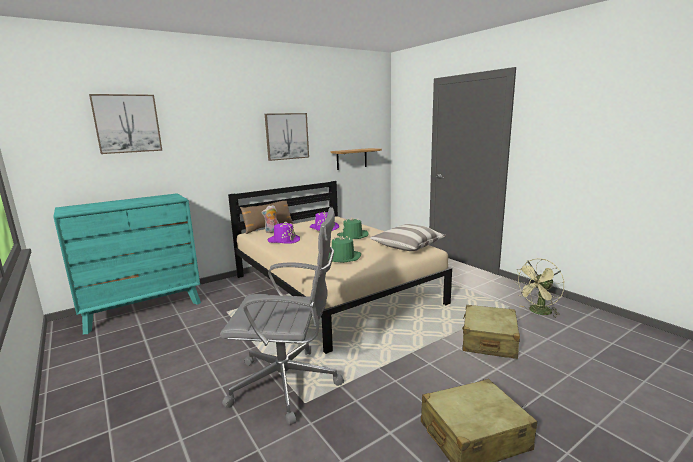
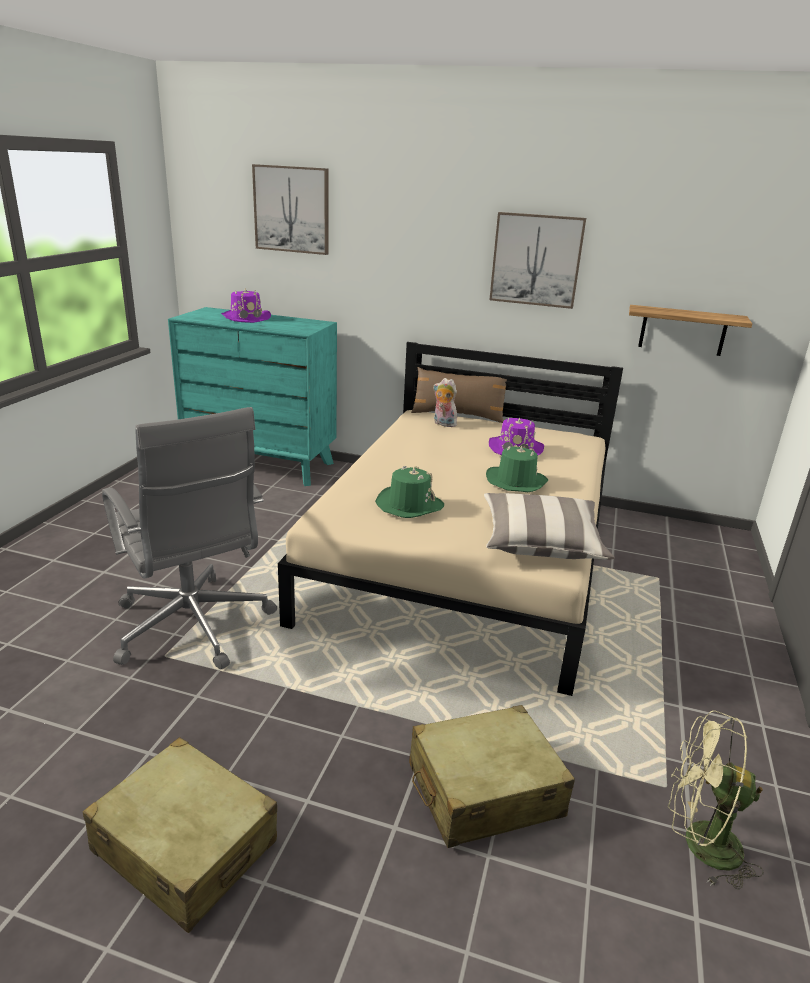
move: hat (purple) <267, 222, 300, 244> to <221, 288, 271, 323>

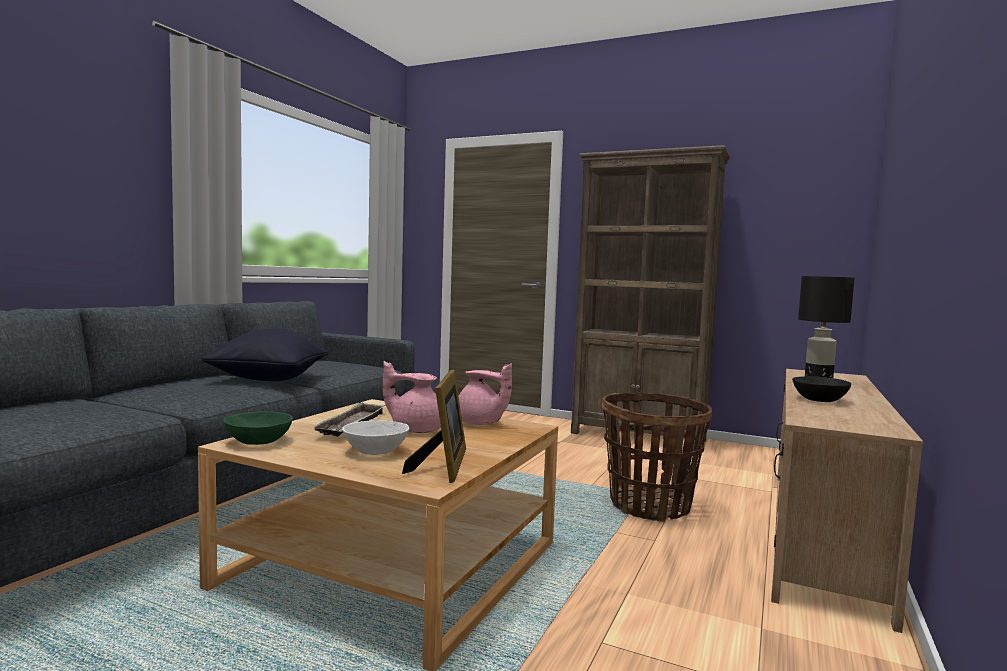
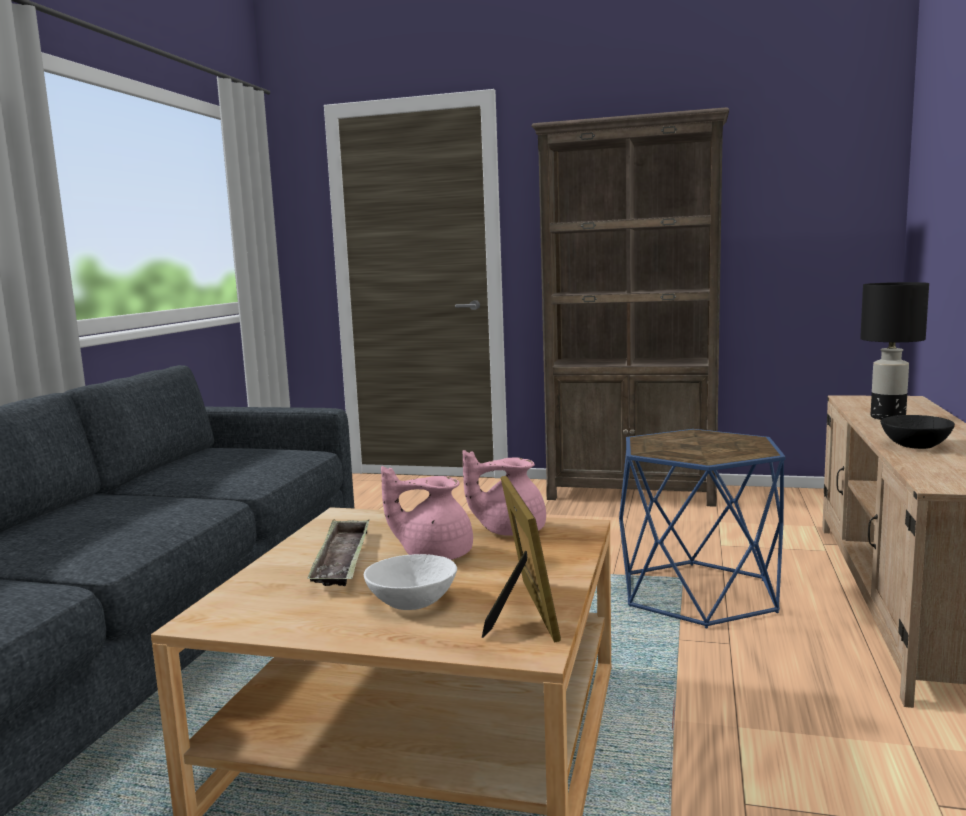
delete: pillow (black) <201, 329, 329, 381>; bowl (green) <223, 411, 293, 445>
replace: basket <602, 393, 712, 522> to side table (blue) <619, 429, 785, 628>
rotate: teapot (pink) <458, 363, 512, 425> = <462, 450, 546, 536> 150 degrees clockwise

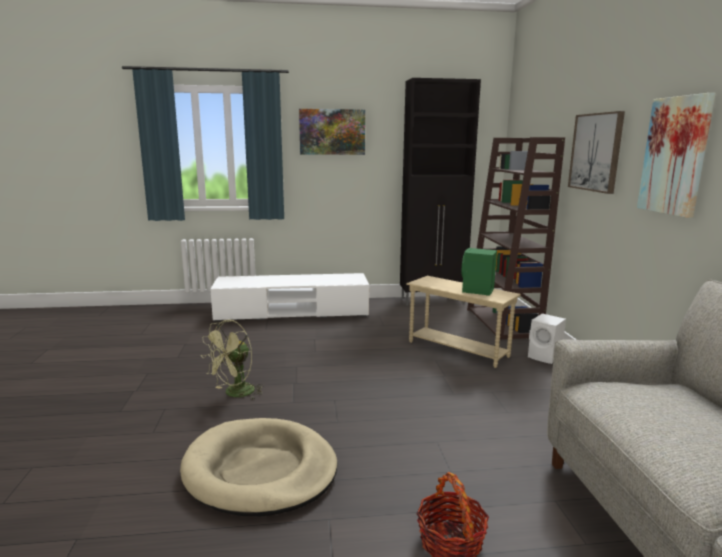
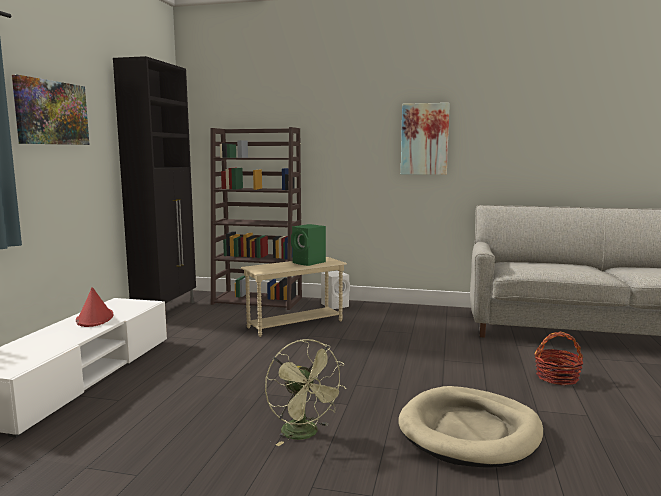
delete: picture <568, 111, 625, 194>
insert: hat (red) <76, 287, 113, 327>

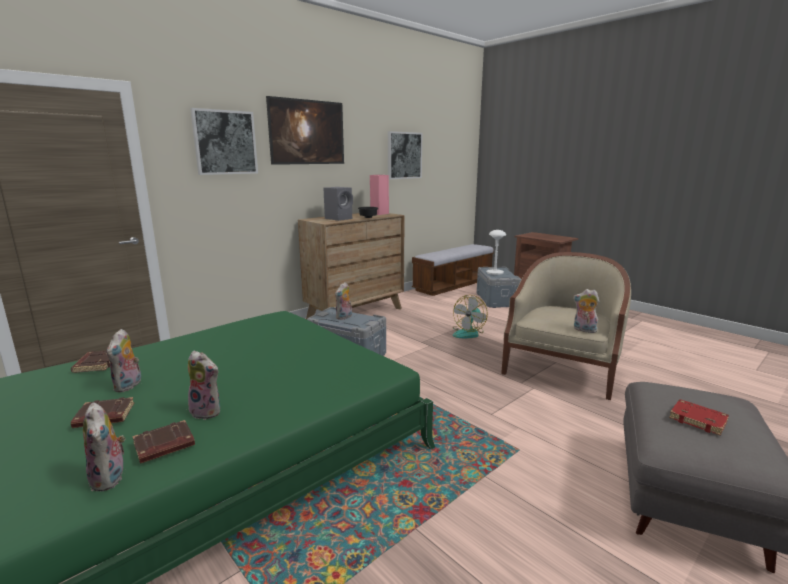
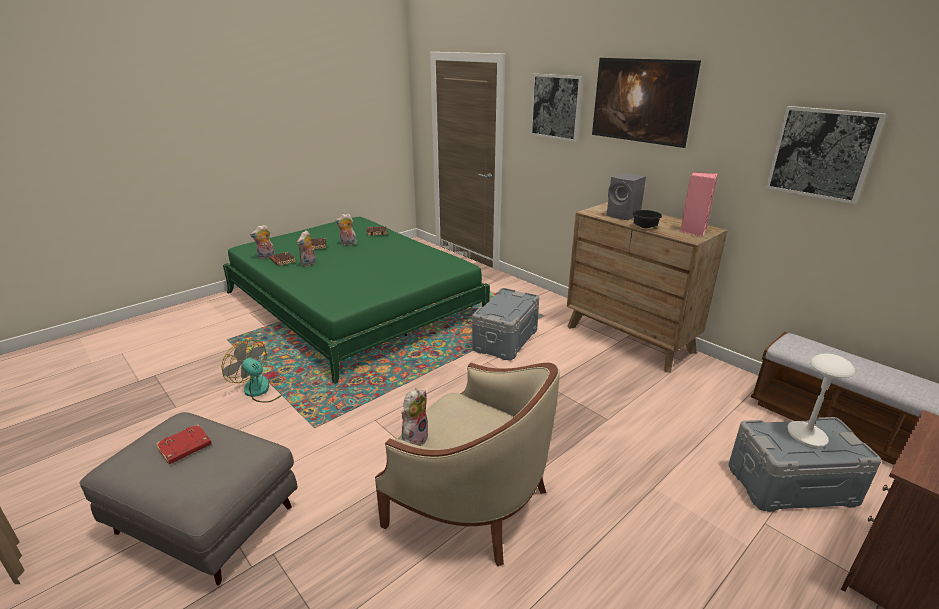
delete: plush toy <335, 282, 352, 320>
move: fan <453, 295, 488, 338> to <221, 340, 282, 403>

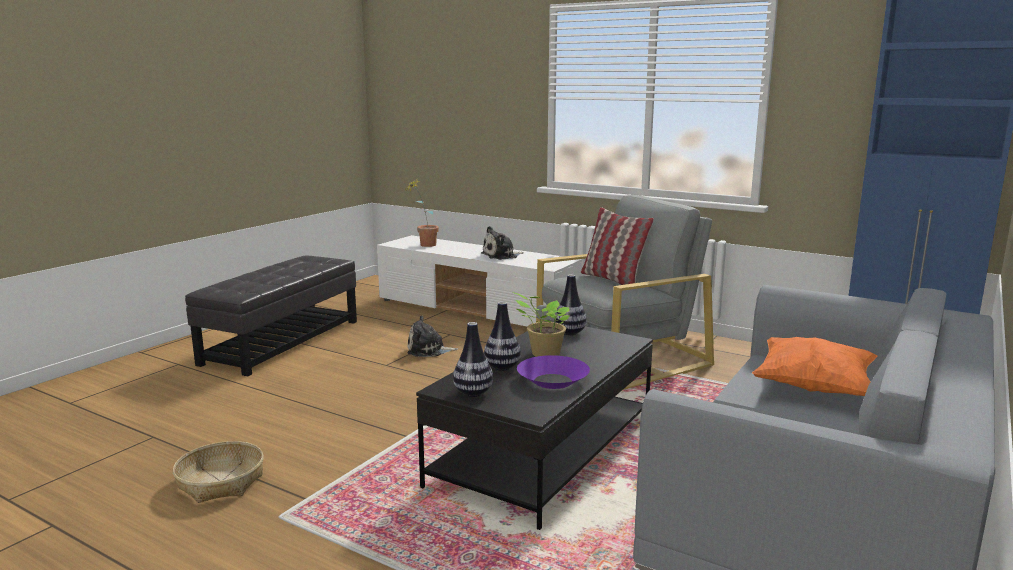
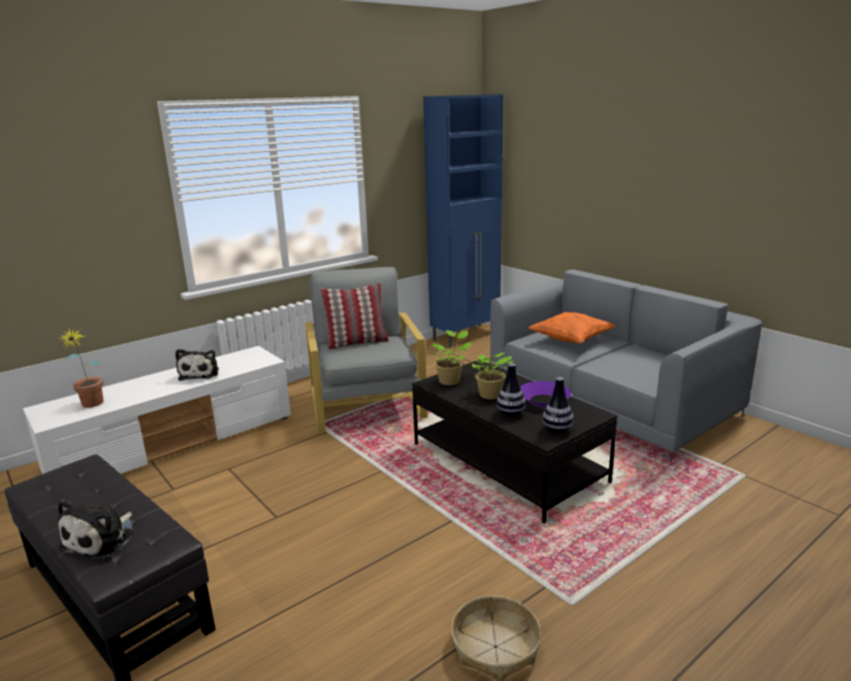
move: plush toy <407, 315, 458, 357> to <58, 500, 134, 561>
replace: vase <554, 274, 587, 335> to potted plant <429, 330, 472, 385>

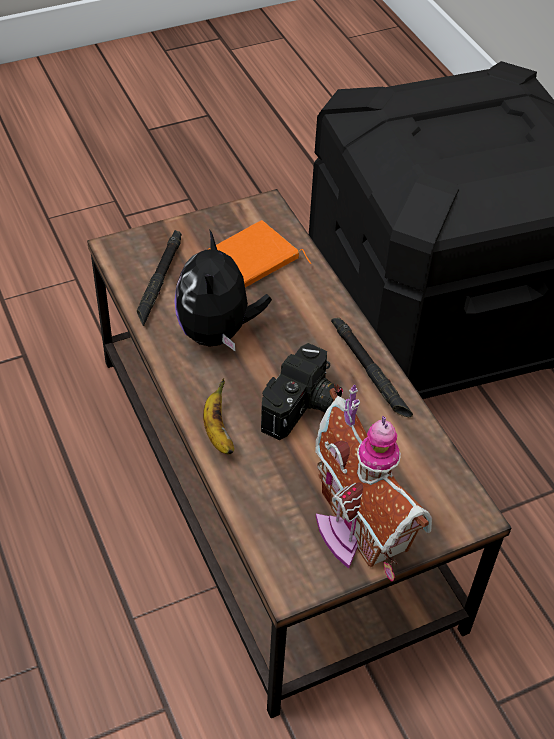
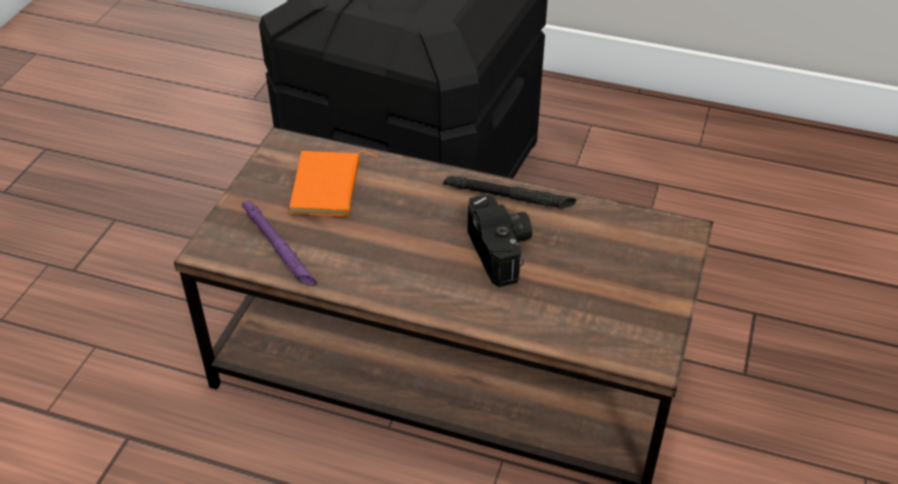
delete: plush toy <174, 229, 272, 352>; banana <203, 378, 234, 454>; toy house <315, 384, 432, 581>
recolor: flashlight (black) <137, 230, 182, 326> to flashlight (purple) <242, 201, 317, 286>

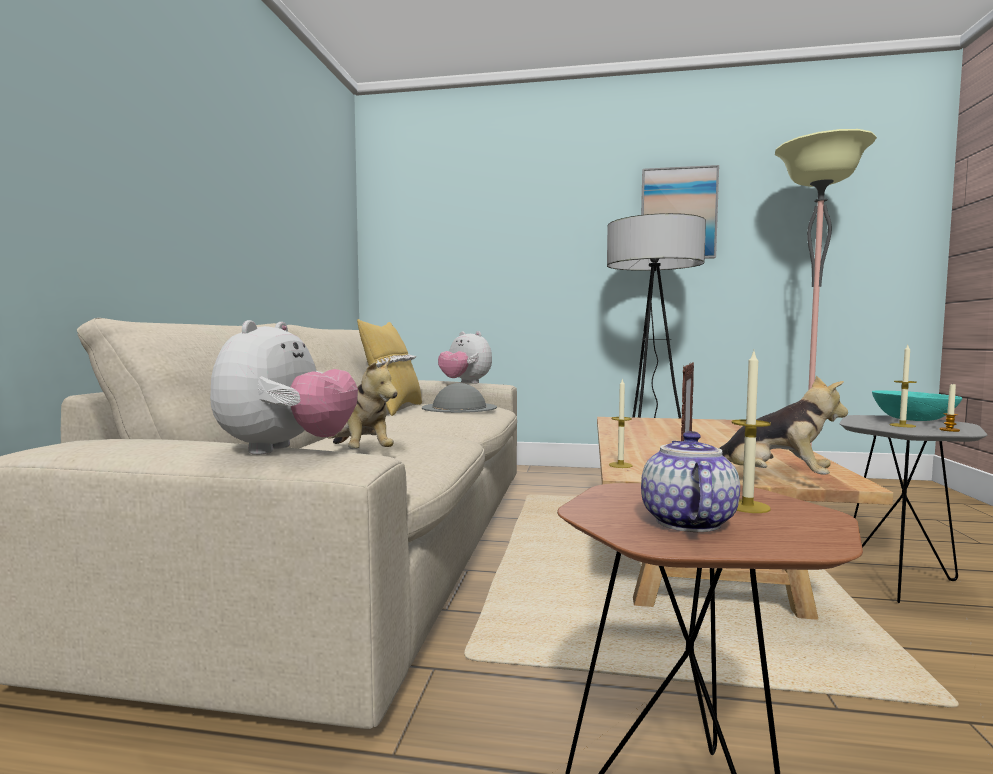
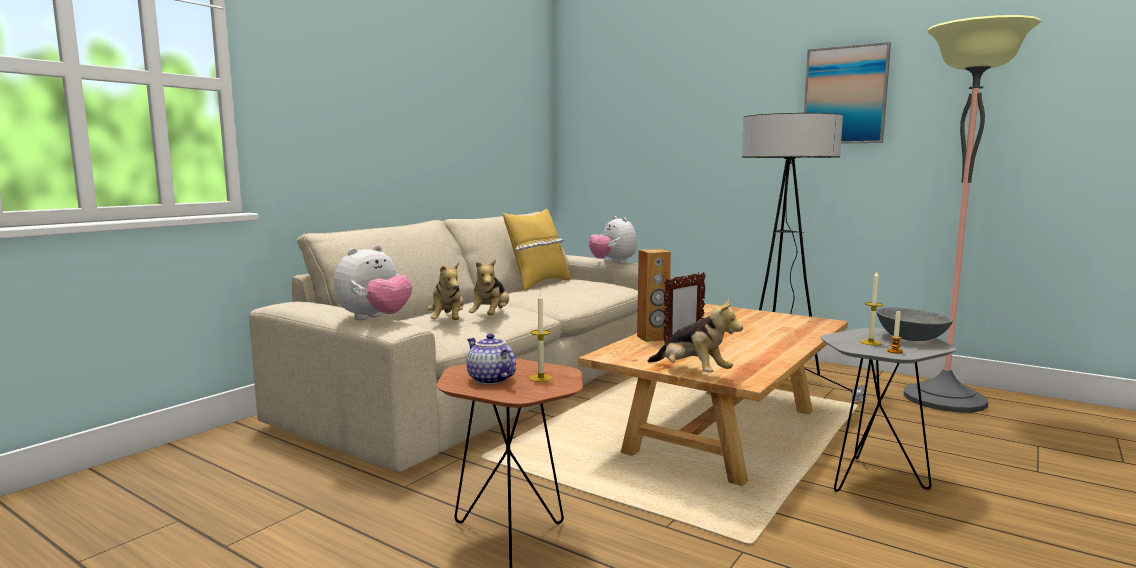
delete: candle <609, 378, 633, 468>; hat (grey) <422, 383, 497, 413>
insert: speaker (brown) <637, 249, 671, 342>; plush toy <469, 259, 509, 315>
recolor: bowl (turquoise) <872, 390, 962, 421> to bowl (grey) <876, 307, 953, 341>
rotate: teapot <641, 431, 740, 532> = <466, 333, 516, 385> 75 degrees counterclockwise

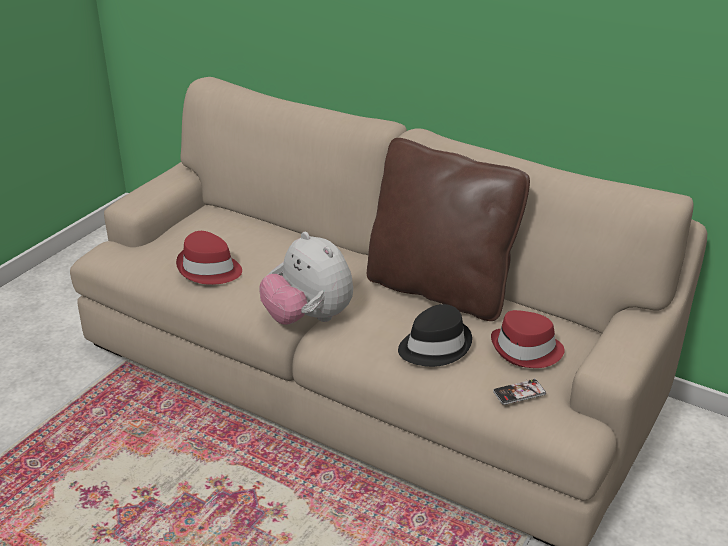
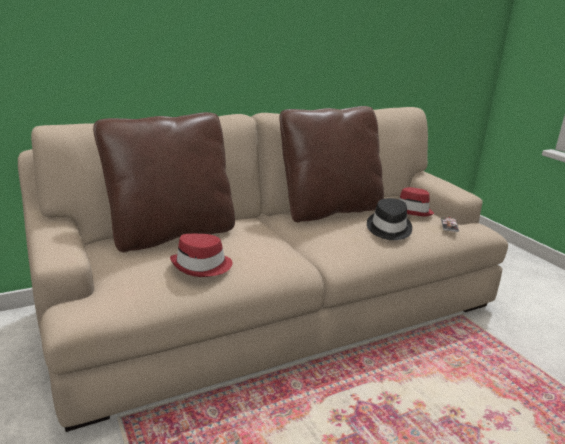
delete: plush toy <260, 232, 353, 325>
insert: pillow (brown) <93, 112, 235, 252>

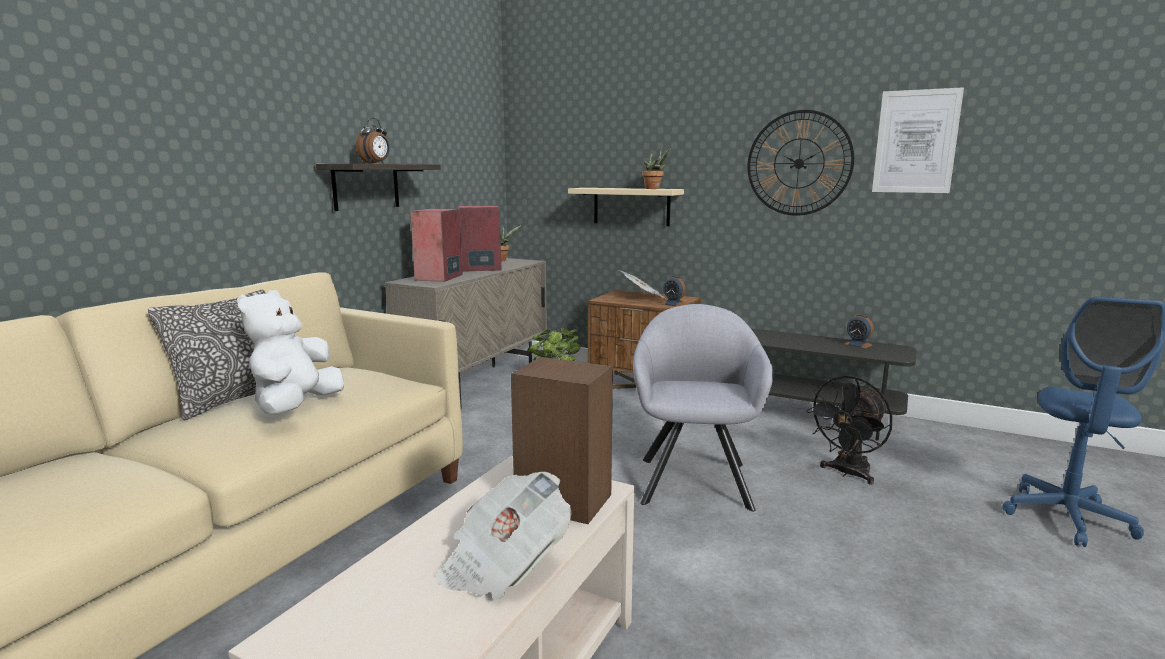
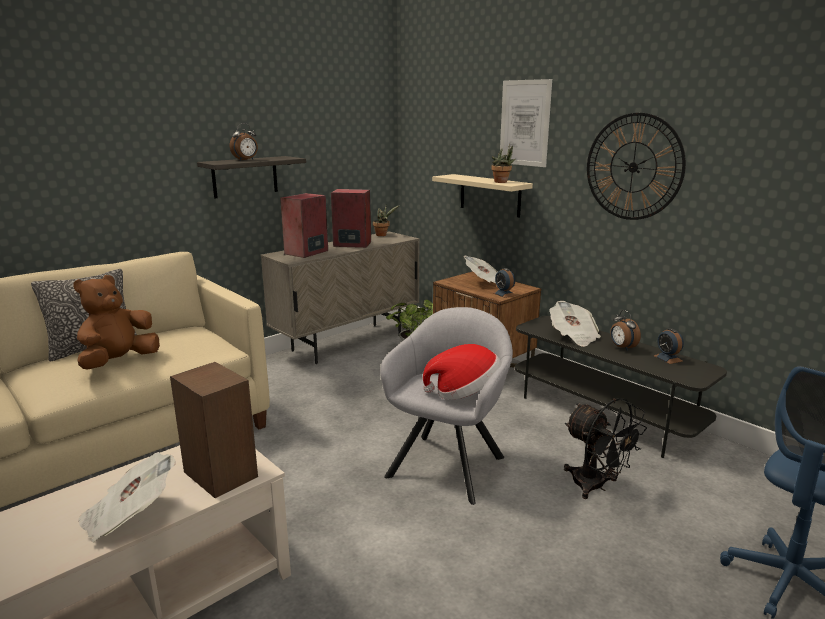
insert: newspaper <549, 301, 601, 347>; alarm clock <610, 310, 641, 350>; hat <423, 344, 501, 400>
move: picture <872, 87, 964, 193> to <500, 79, 552, 167>
recolor: plush toy (white) <237, 290, 344, 415> to plush toy (brown) <73, 275, 160, 370>
rotate: fan (black) <806, 376, 892, 485> = <564, 398, 647, 499> 105 degrees counterclockwise

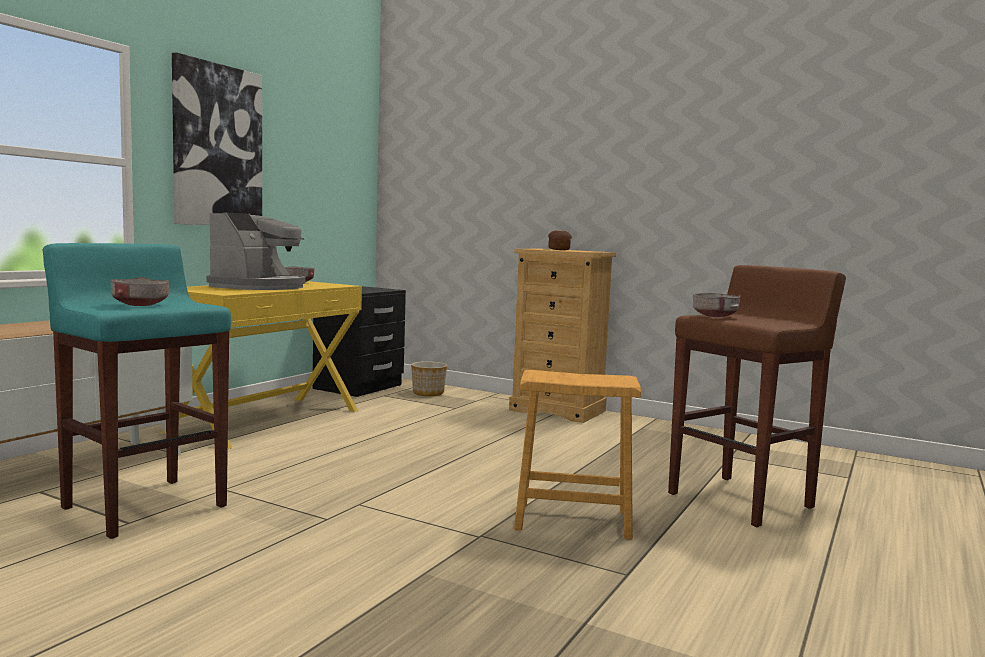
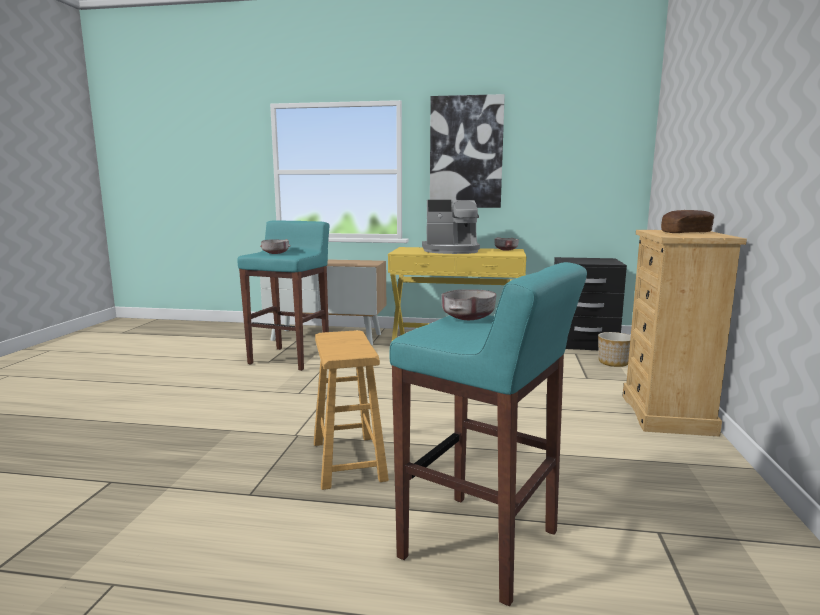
recolor: stool (brown) <668, 265, 846, 527> to stool (turquoise) <390, 262, 587, 606>

